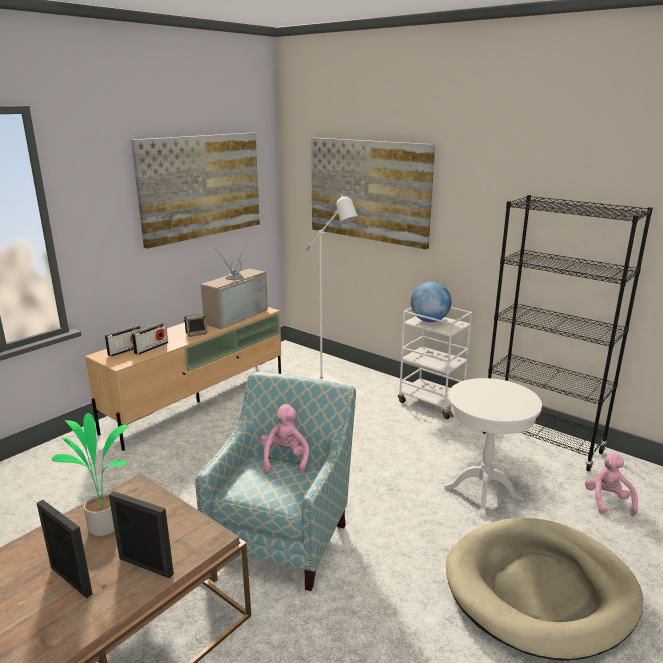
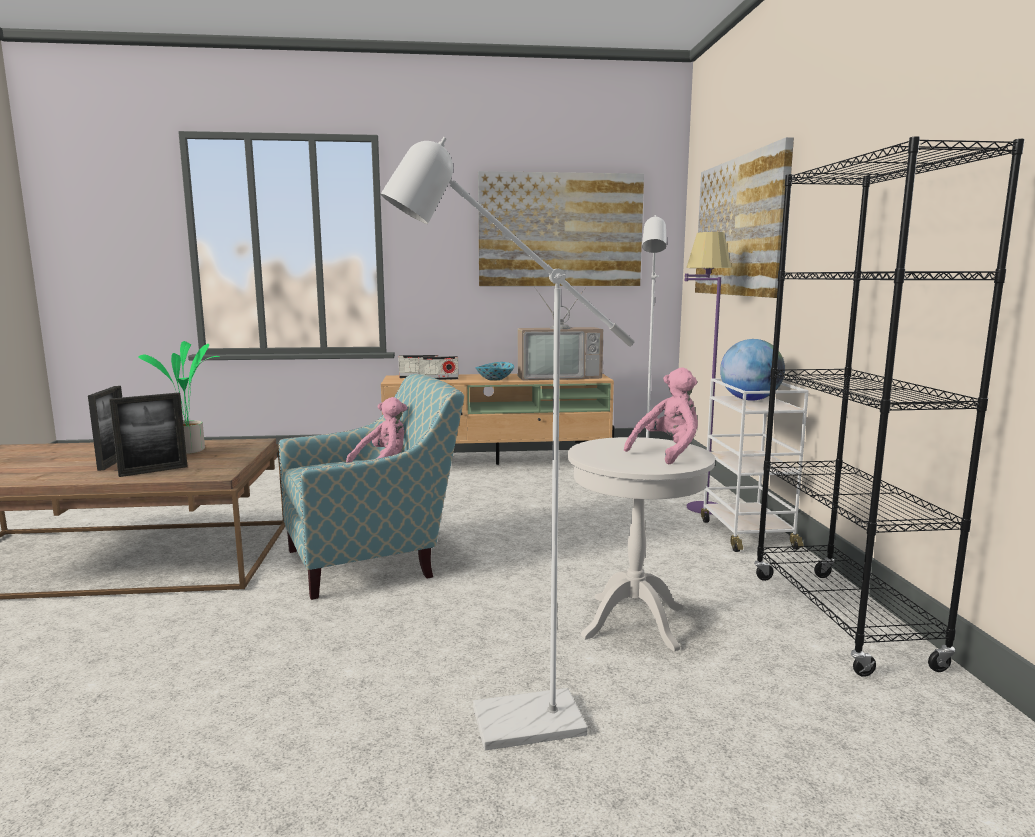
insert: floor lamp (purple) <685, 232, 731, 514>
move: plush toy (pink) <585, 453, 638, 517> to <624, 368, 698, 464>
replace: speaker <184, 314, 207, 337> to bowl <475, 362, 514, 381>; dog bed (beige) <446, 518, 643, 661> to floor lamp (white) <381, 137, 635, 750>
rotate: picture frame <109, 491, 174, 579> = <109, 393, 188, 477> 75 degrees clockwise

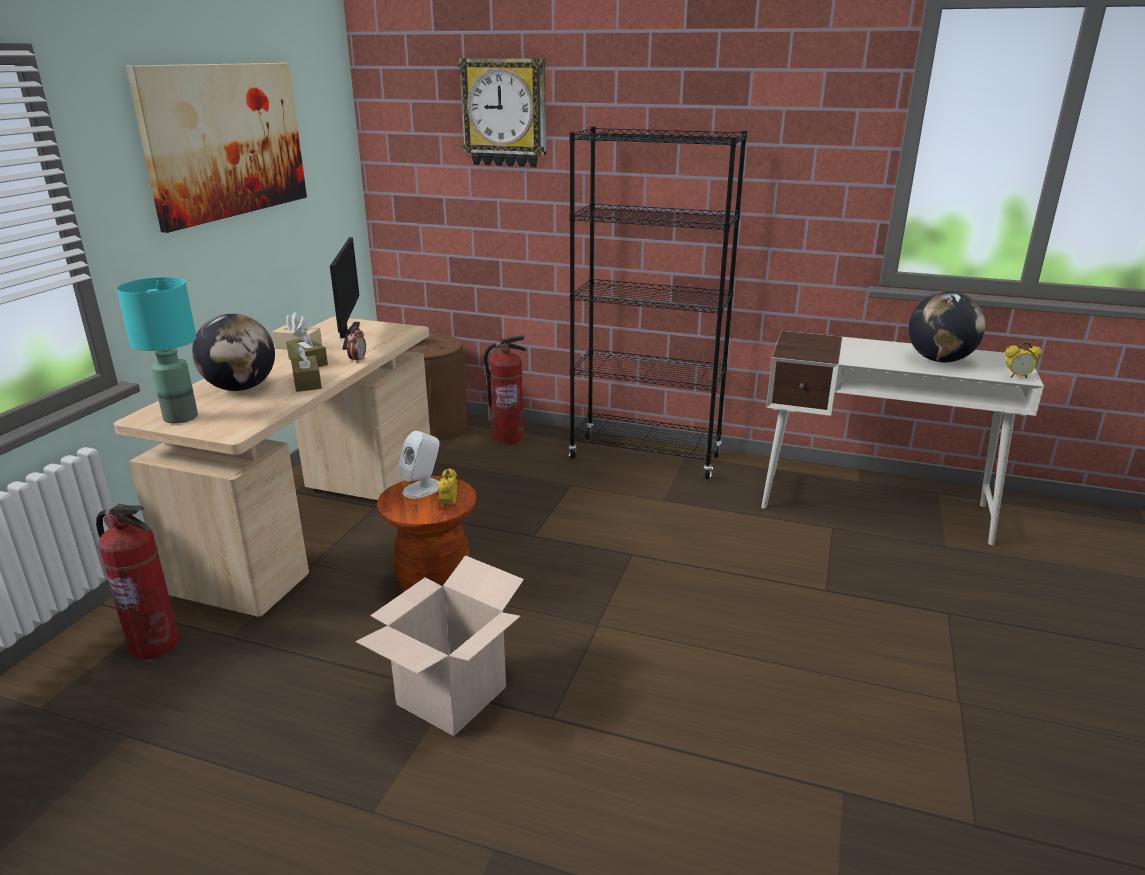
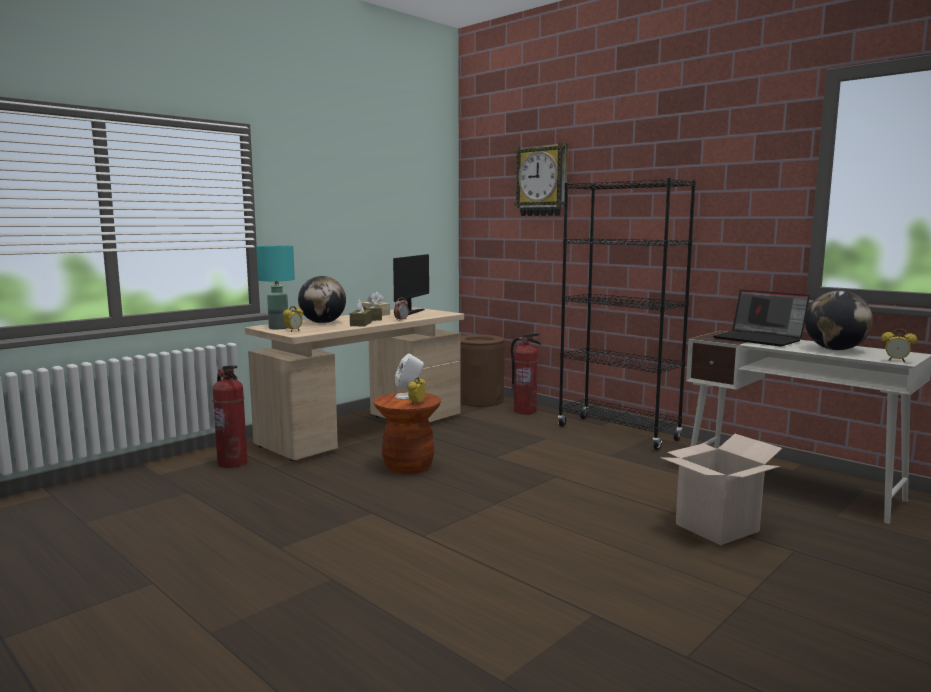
delete: picture <126, 63, 307, 233>
insert: laptop <713, 290, 810, 346>; alarm clock <282, 306, 303, 332>
move: cardboard box <356, 555, 524, 736> to <660, 434, 782, 545>

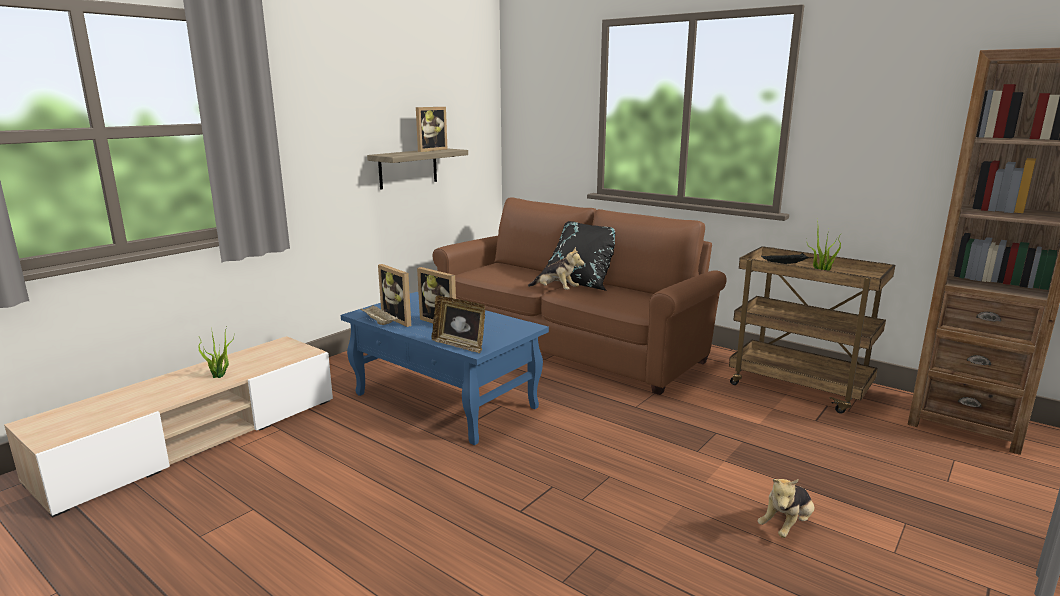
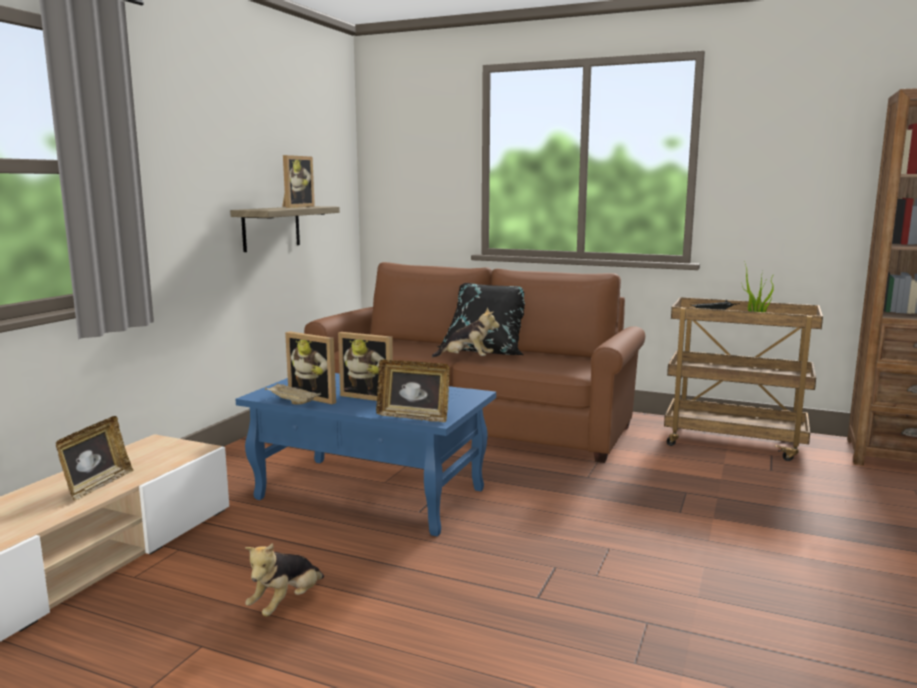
move: plush toy <758, 479, 814, 538> to <245, 543, 324, 616>
replace: potted plant <197, 327, 234, 378> to picture frame <56, 416, 133, 501>

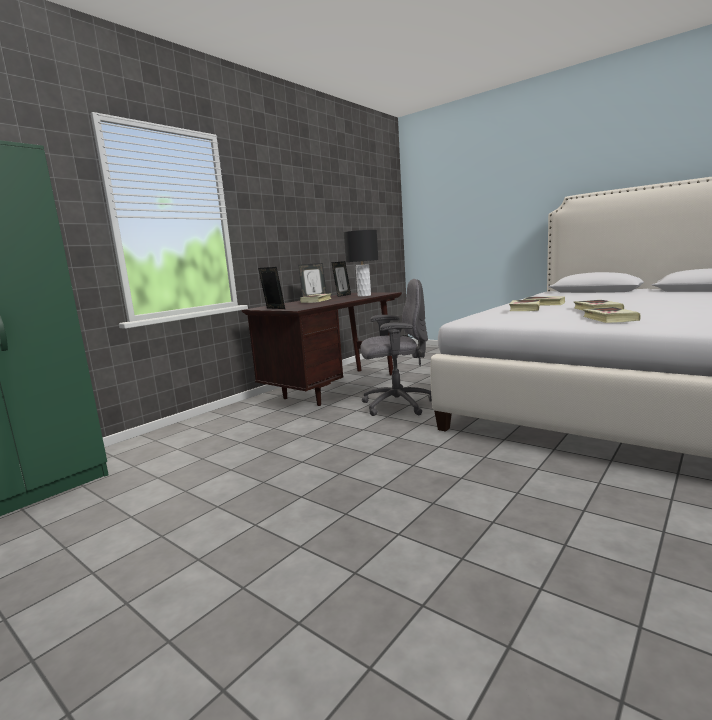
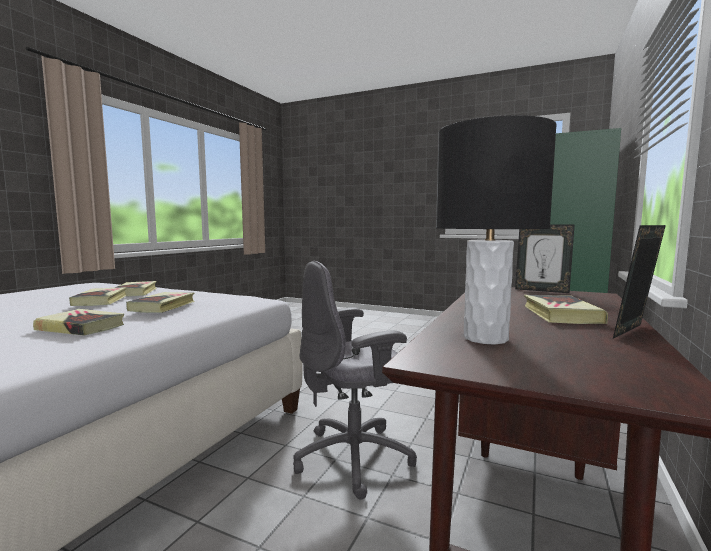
delete: picture frame <331, 261, 351, 297>

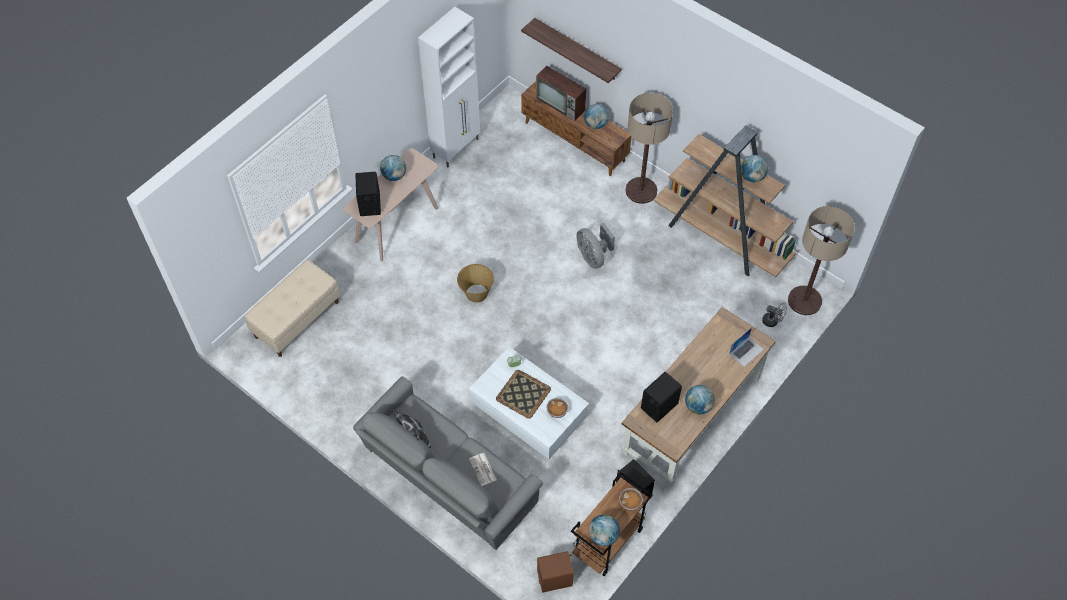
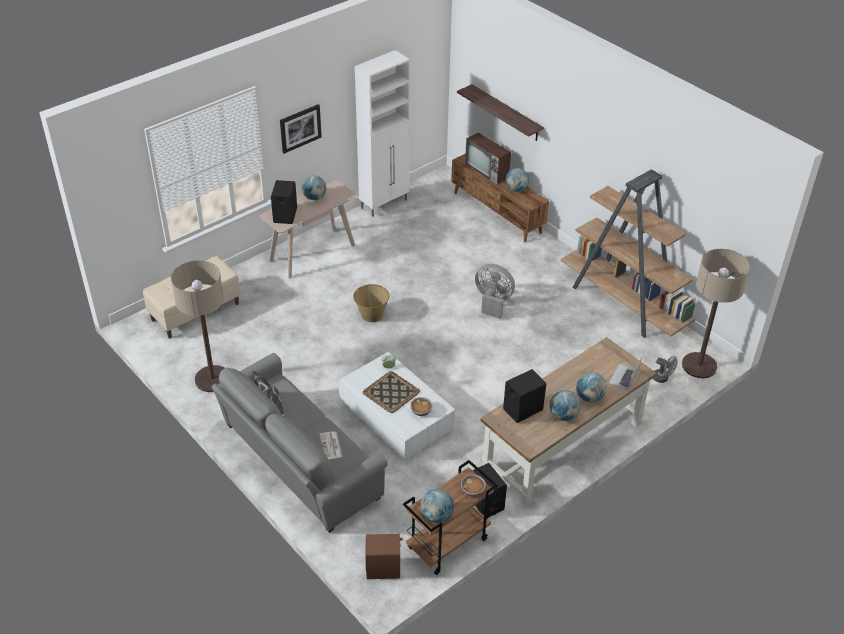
insert: picture <280, 104, 322, 154>
move: floor lamp <625, 93, 673, 204> to <171, 260, 225, 392>; globe <741, 155, 768, 182> to <576, 372, 607, 402>
rotate: fan (grey) <576, 222, 615, 269> = <475, 264, 515, 319> 135 degrees clockwise; laptop <729, 327, 764, 367> = <609, 357, 642, 391> 150 degrees clockwise

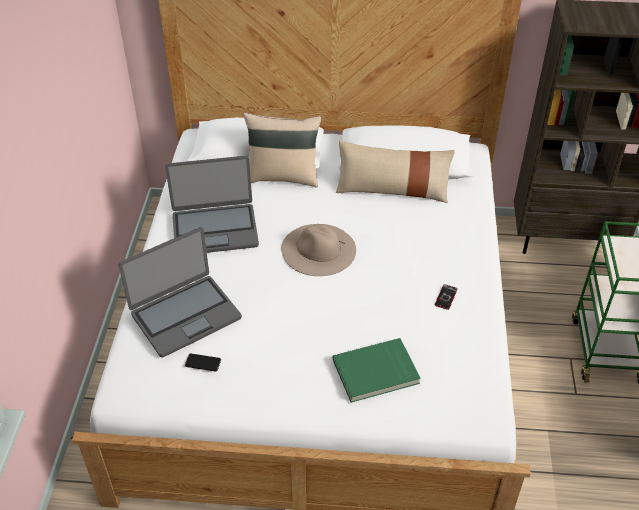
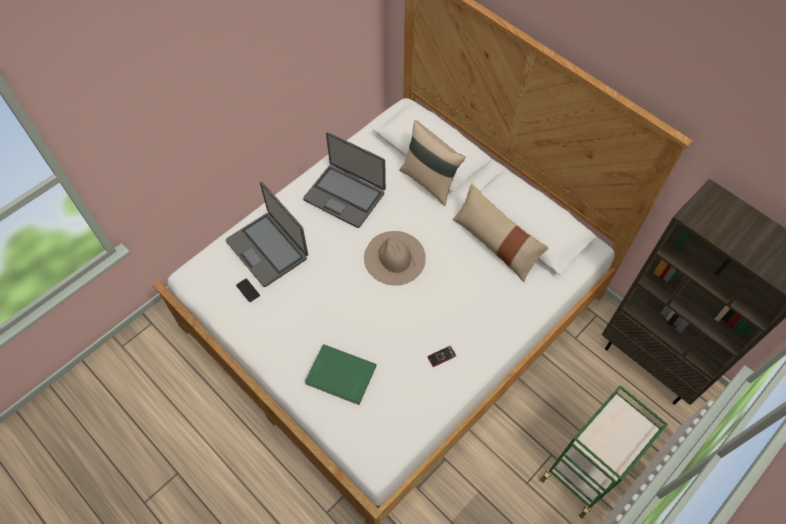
rotate: laptop <119, 227, 242, 358> = <226, 182, 308, 287> 45 degrees clockwise

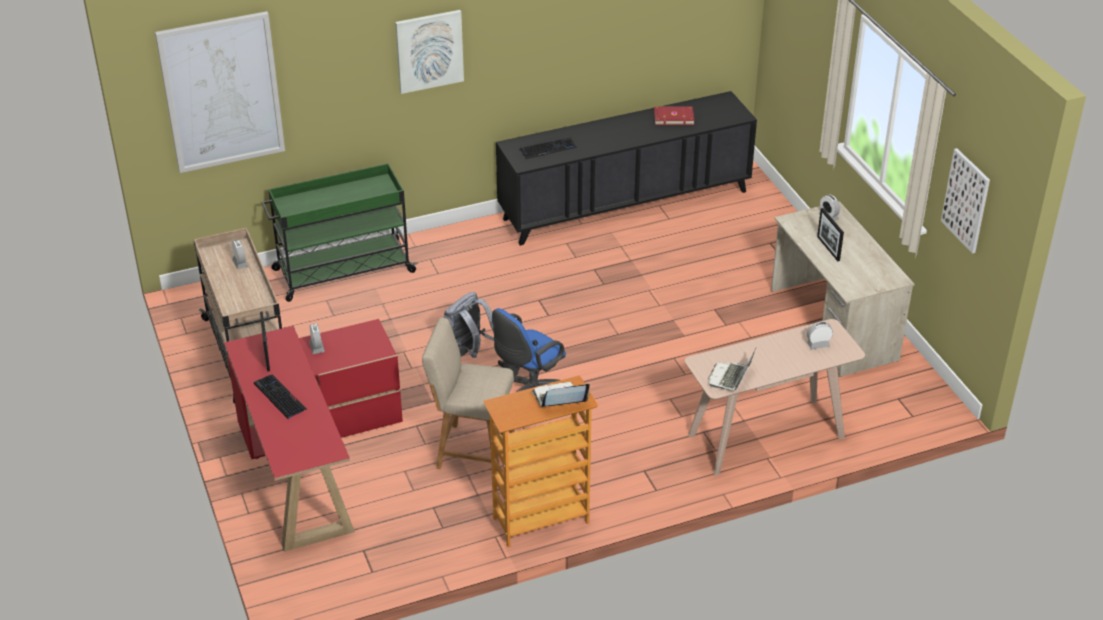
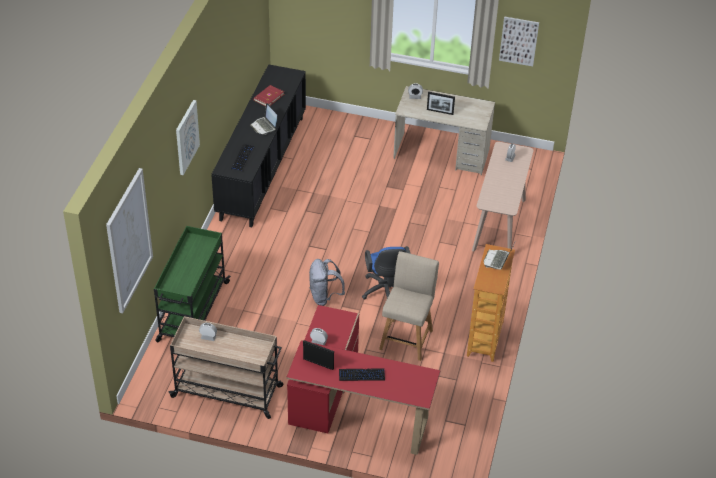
move: laptop <709, 349, 756, 390> to <250, 103, 277, 135>
rotate: chair (beige) <422, 318, 515, 471> = <379, 251, 439, 361> 150 degrees clockwise

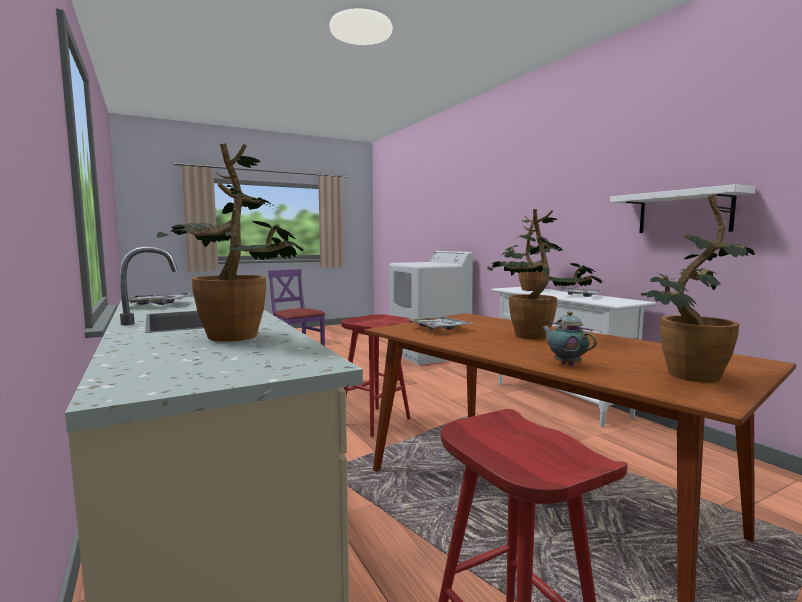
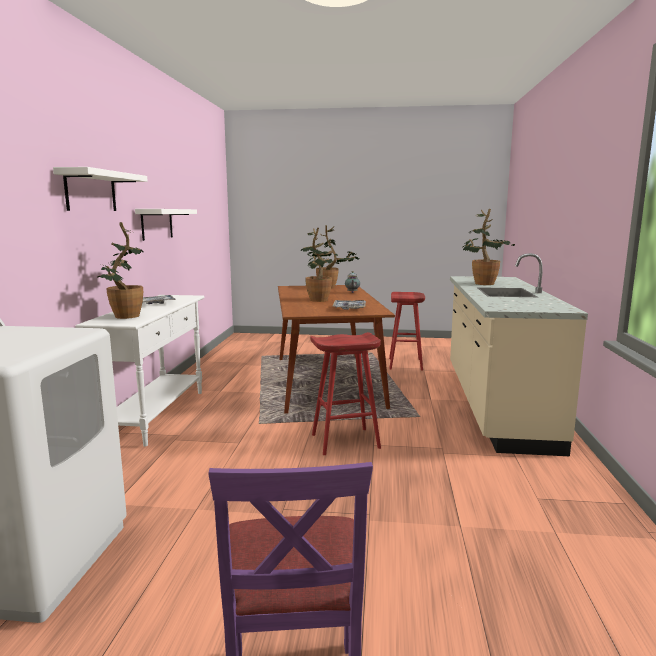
delete: tray <119, 293, 191, 305>
insert: shelf (white) <53, 167, 148, 211>

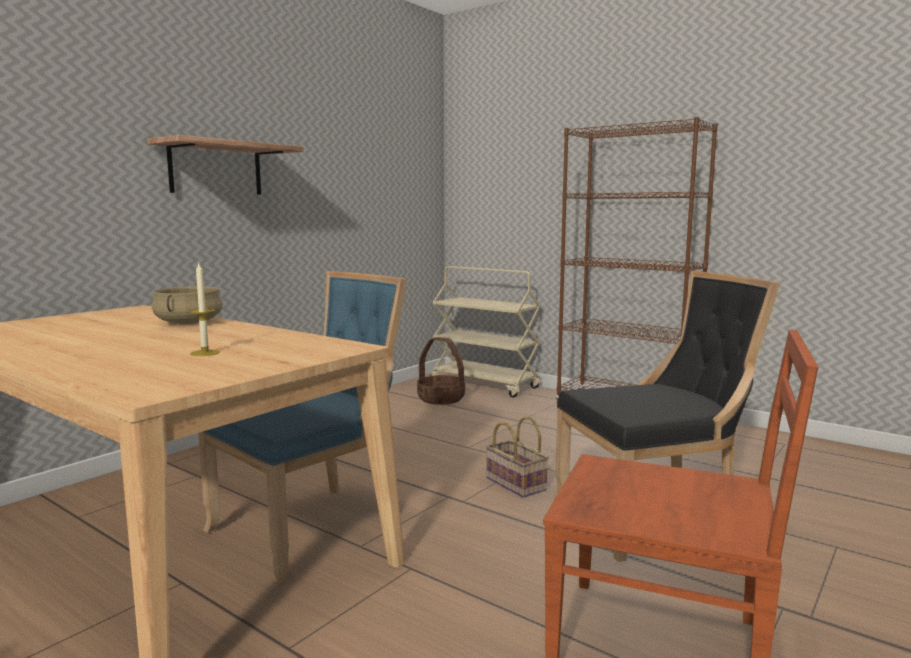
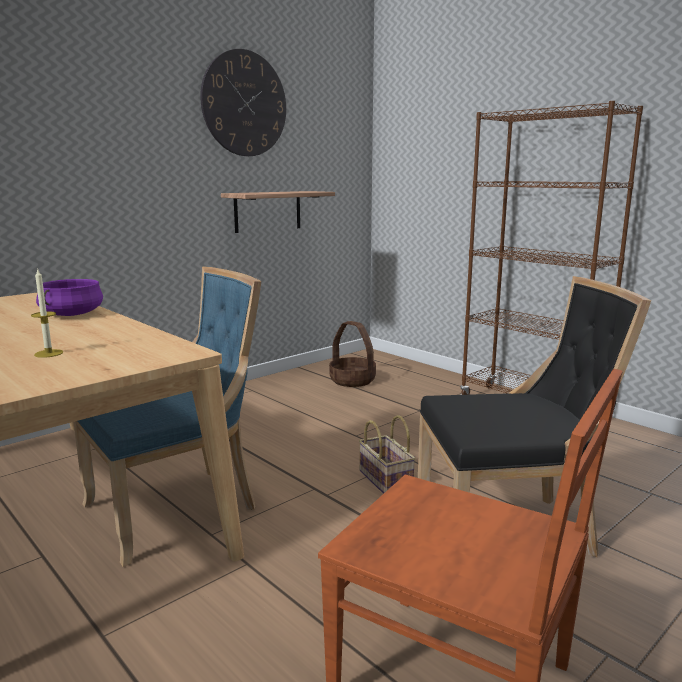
delete: cart (beige) <431, 266, 541, 398>
insert: wall clock <200, 49, 286, 156>
move: shelf <147, 135, 303, 195> to <221, 191, 335, 233>
recolor: cooking pot (beige) <152, 286, 223, 324> to cooking pot (purple) <36, 279, 103, 316>

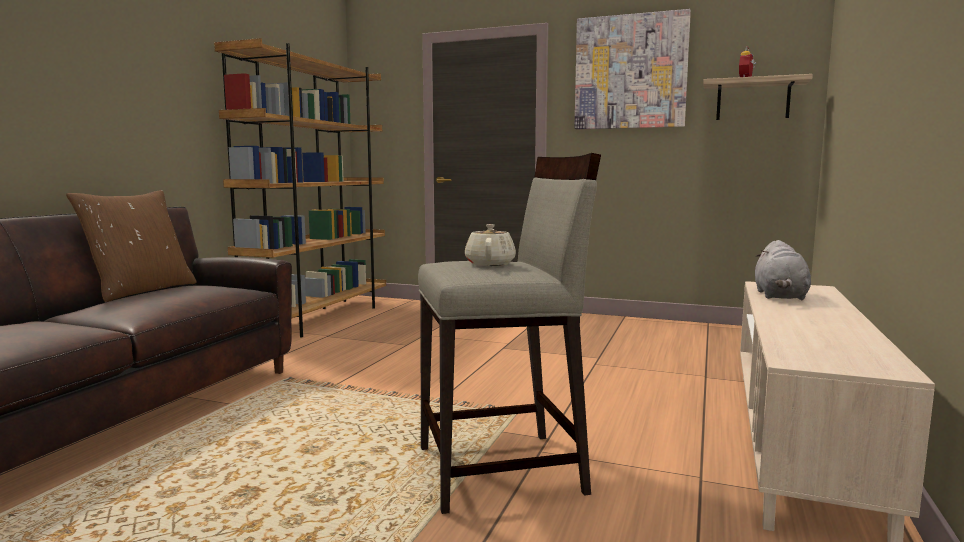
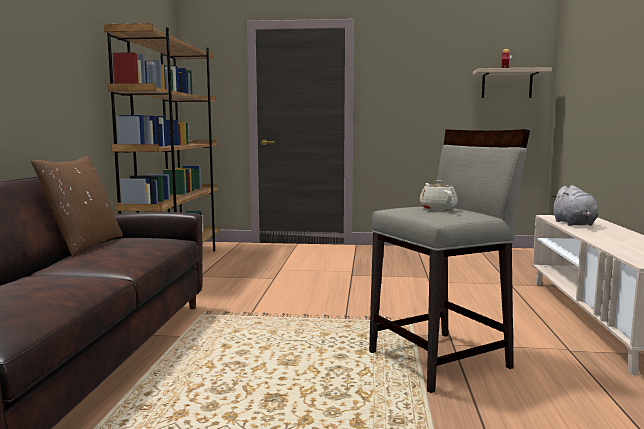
delete: picture <574, 9, 691, 129>

